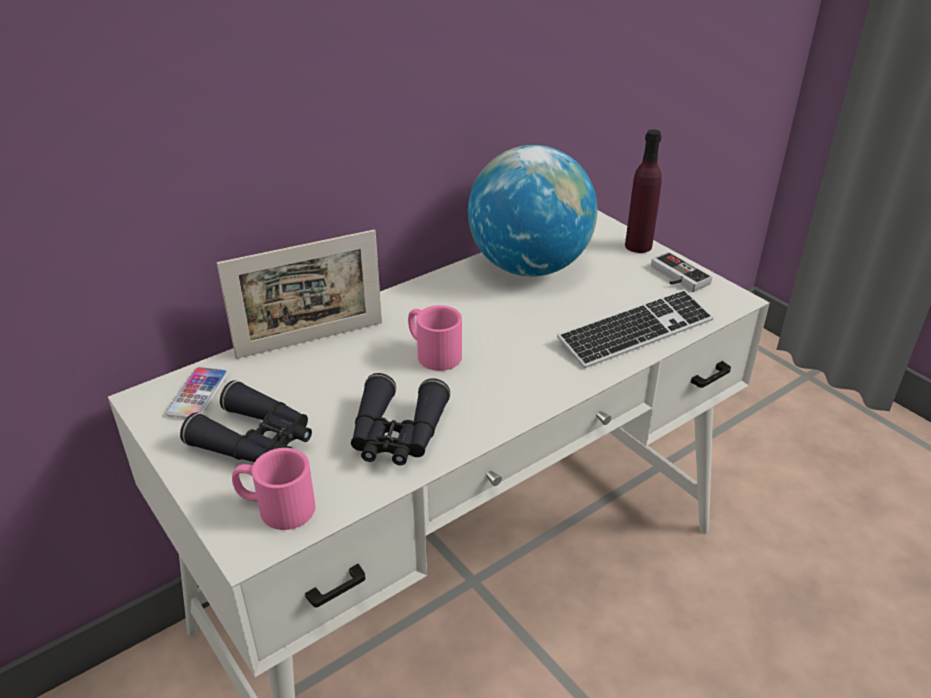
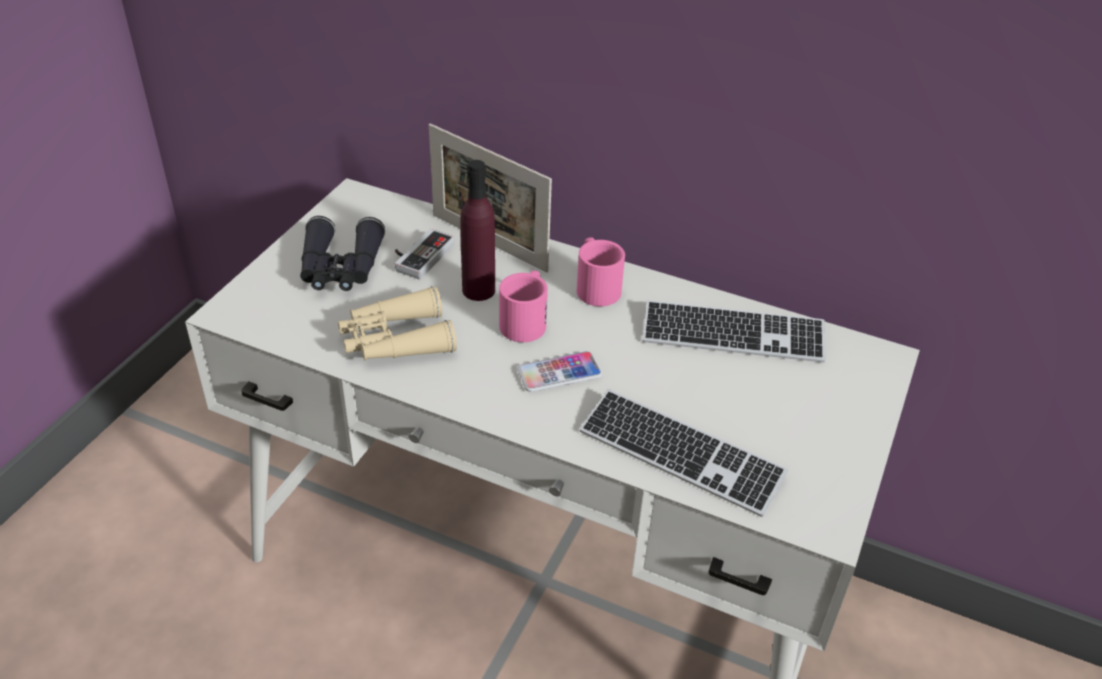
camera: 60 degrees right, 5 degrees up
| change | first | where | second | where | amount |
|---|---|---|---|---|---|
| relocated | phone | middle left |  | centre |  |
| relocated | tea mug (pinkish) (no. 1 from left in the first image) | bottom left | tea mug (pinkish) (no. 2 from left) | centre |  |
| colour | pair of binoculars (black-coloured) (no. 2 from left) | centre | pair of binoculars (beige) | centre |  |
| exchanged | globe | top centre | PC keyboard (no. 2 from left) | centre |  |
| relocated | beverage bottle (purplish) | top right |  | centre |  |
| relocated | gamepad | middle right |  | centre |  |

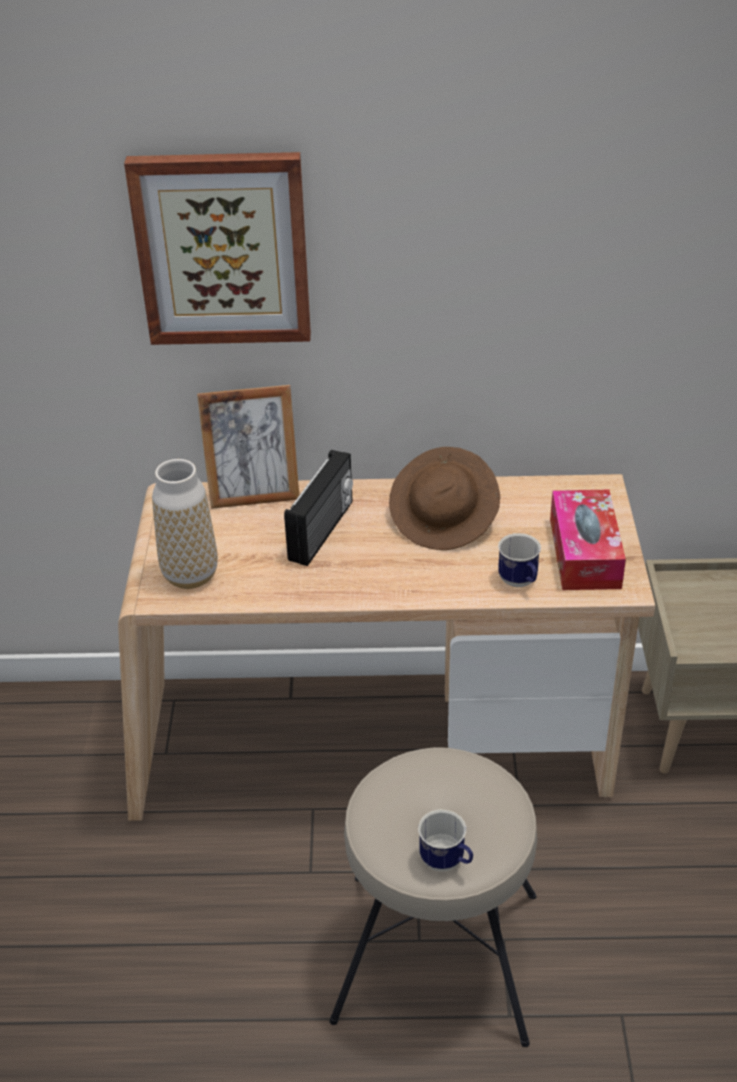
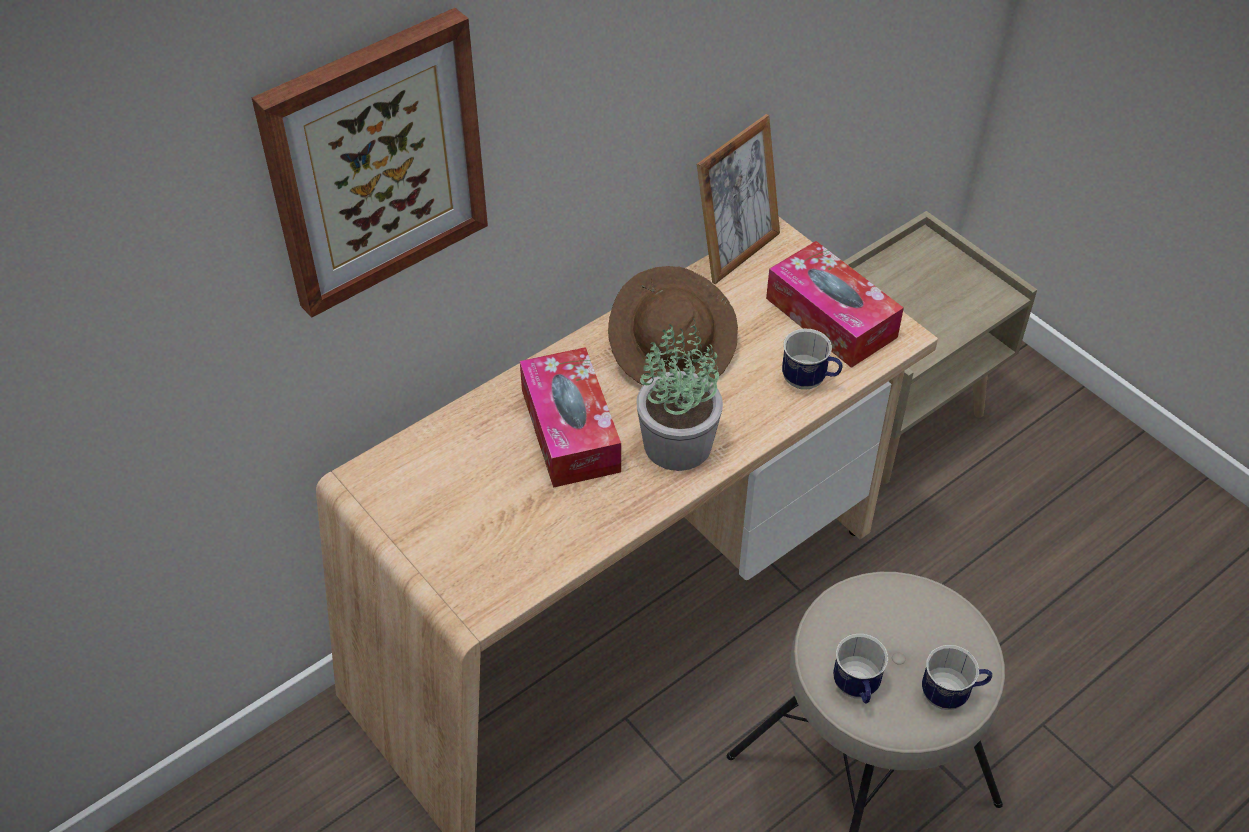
camera: 40 degrees left, 10 degrees up
| change | first | where | second | where | amount |
|---|---|---|---|---|---|
| missing | flower vase | middle left |  |  |  |
| relocated | picture frame | centre |  | top centre |  |
| exchanged | radio receiver | centre | box of tissues (no. 1 from left) | centre |  |
| appeared |  |  | potted plant | centre |  |
| appeared |  |  | tea mug (no. 2 from left) | bottom right |  |

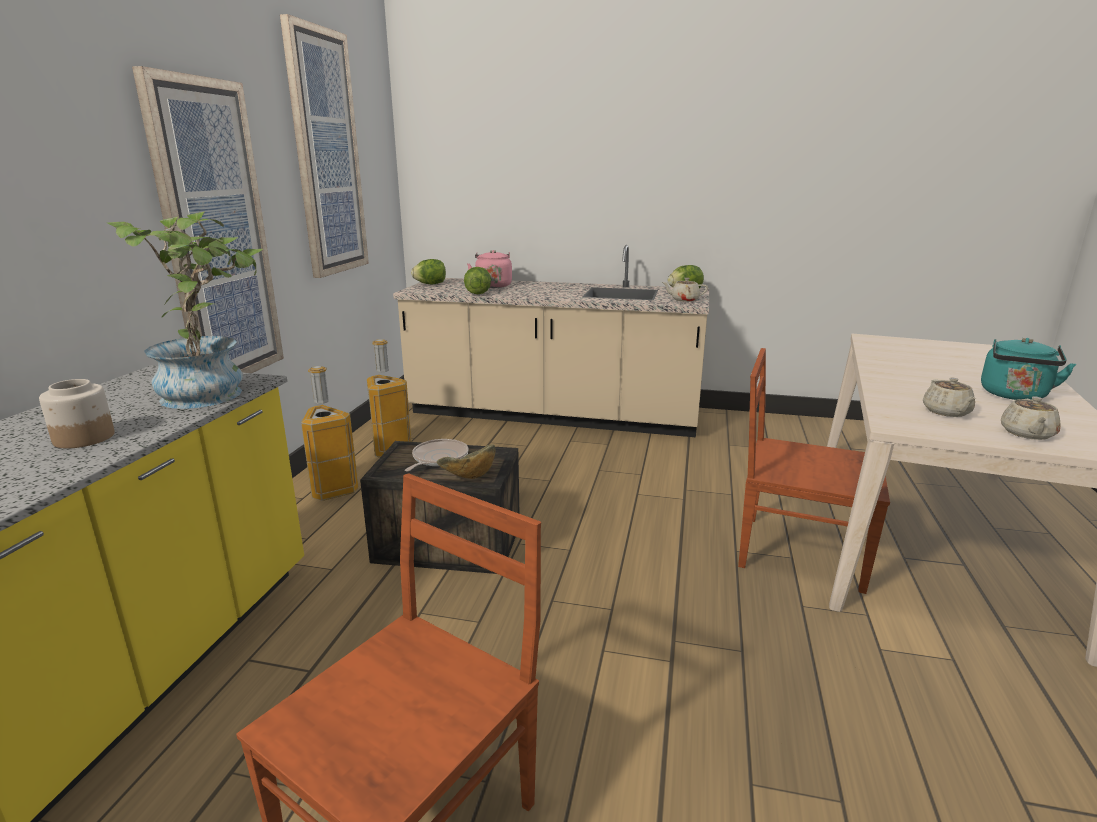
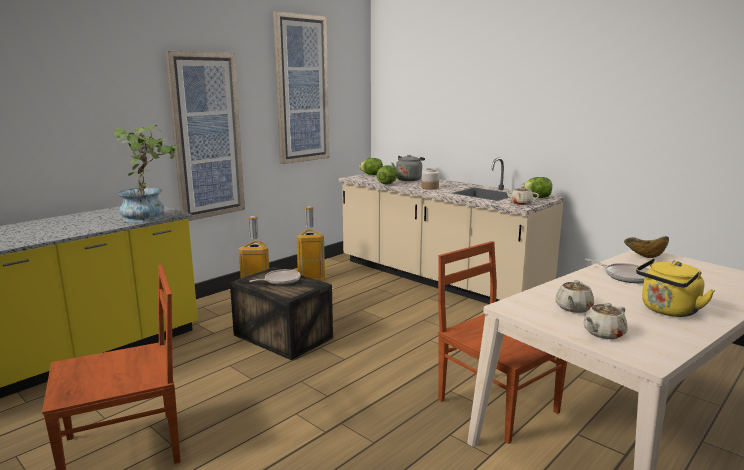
camera: 30 degrees right, 5 degrees down
| change | first | where | second | where | amount |
|---|---|---|---|---|---|
| relocated | preserve jar | middle left |  | centre |  |
| relocated | serving bowl | centre |  | middle right |  |
| colour | water kettle (pinkish) | top centre | water kettle (gray) | centre |  |
| colour | water kettle (blue-green) | middle right | water kettle (yellowish) | middle right |  |
| appeared |  |  | frying pan (no. 2 from left) | middle right |  |

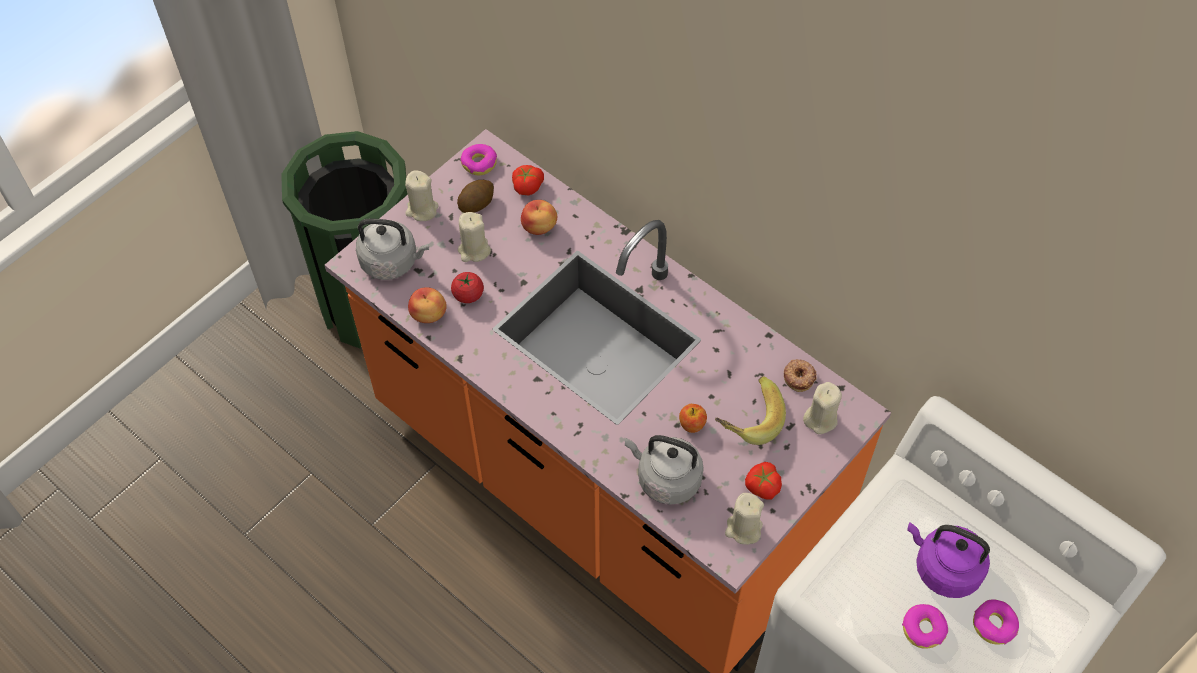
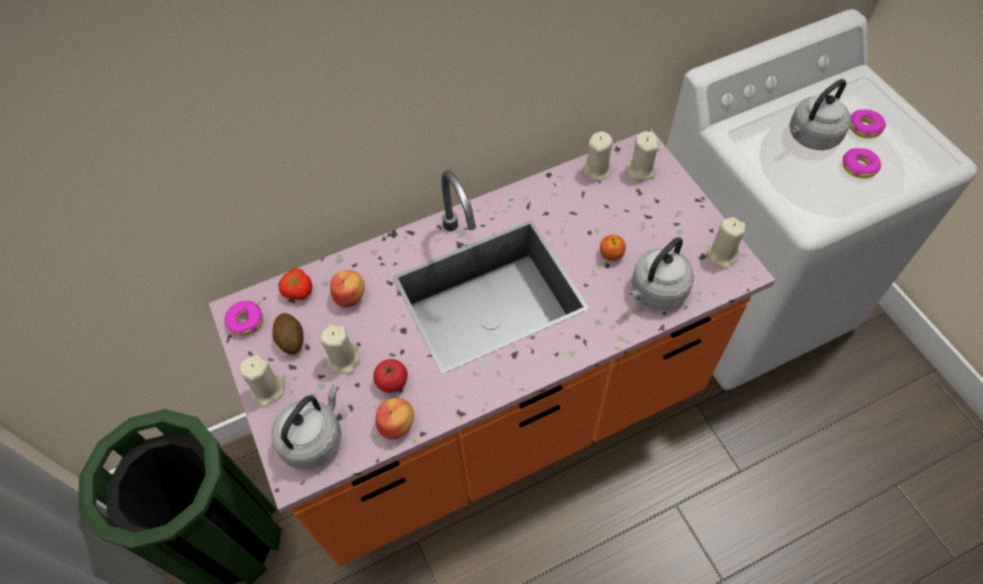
camera: 65 degrees left, 0 degrees up
| change | first | where | second | where | amount |
|---|---|---|---|---|---|
| missing | banana | centre |  |  |  |
| missing | whole tomato (no. 3 from left) | bottom centre |  |  |  |
| exchanged | doughnut (no. 2 from left) | middle right | wax candle (beige) (no. 3 from left) | top centre |  |
| colour | water kettle (purplish) | bottom right | water kettle (gray) (no. 3 from left) | top right |  |

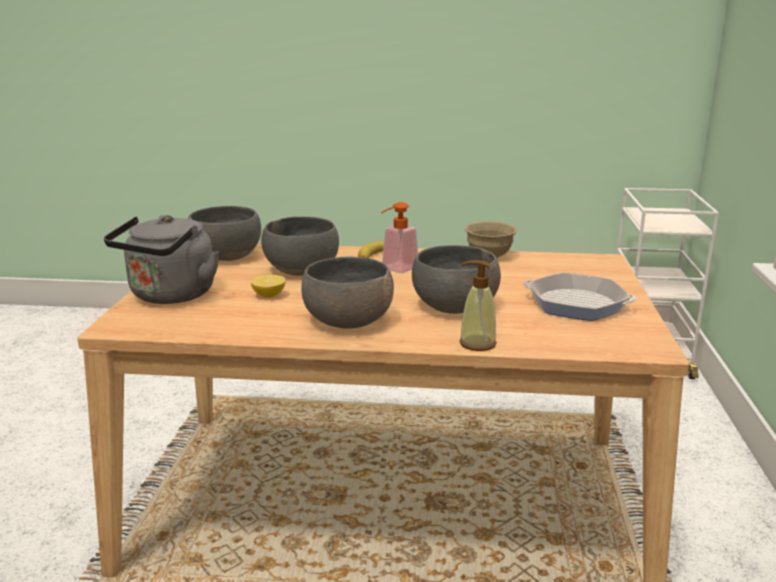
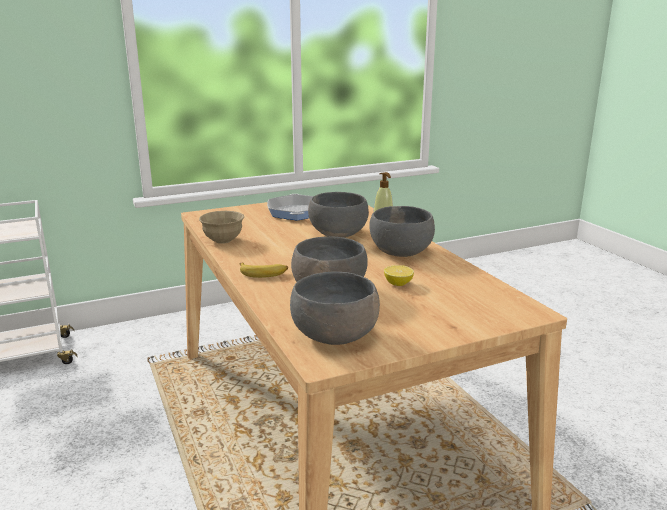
camera: 120 degrees left, 0 degrees up
| change | first | where | second | where | amount |
|---|---|---|---|---|---|
| missing | water kettle (gray) | middle left |  |  |  |
| missing | soap bottle (no. 1 from left) | centre |  |  |  |

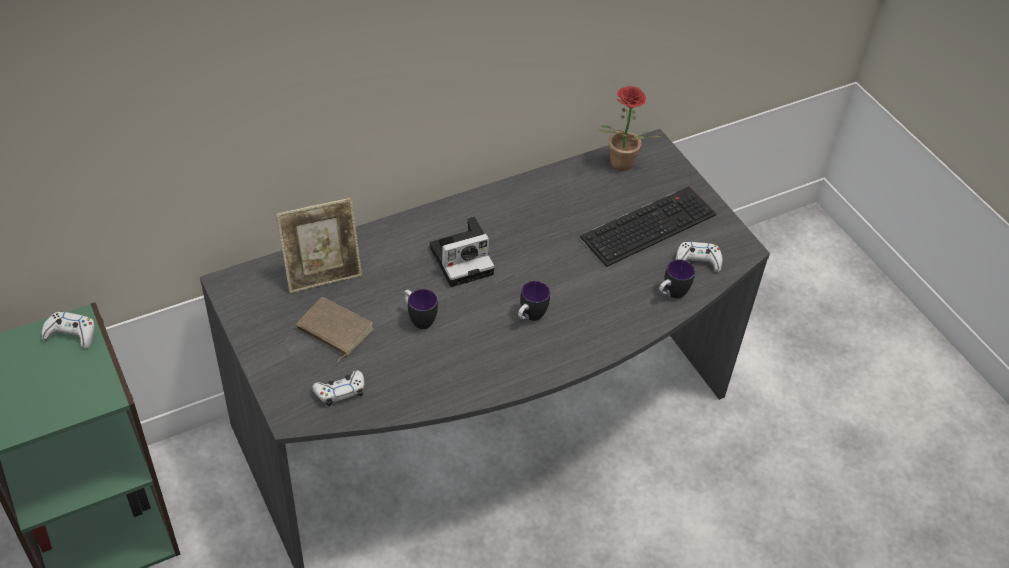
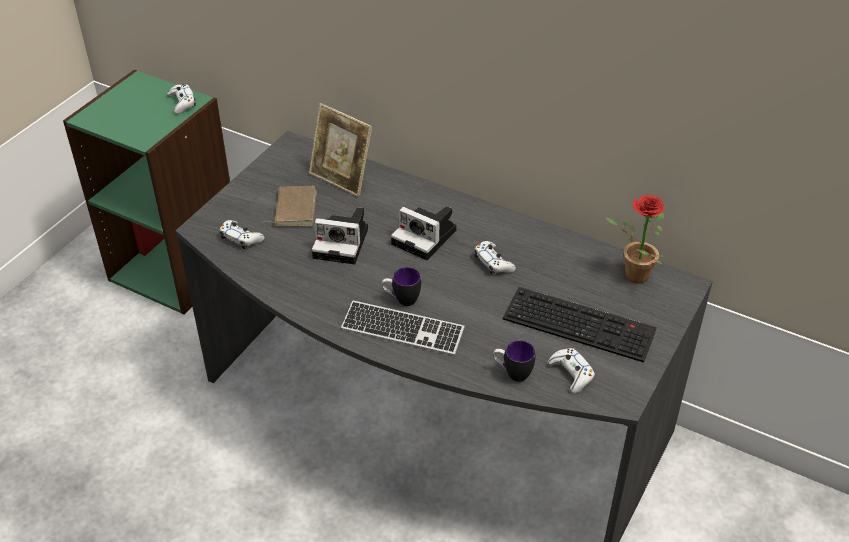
camera: 60 degrees right, 5 degrees down
| change | first | where | second | where | amount |
|---|---|---|---|---|---|
| exchanged | tea mug (no. 1 from left) | centre | photo camera (no. 1 from left) | centre |  |
| appeared |  |  | PC keyboard (no. 1 from left) | centre |  |
| appeared |  |  | gamepad (white) (no. 3 from left) | centre |  |

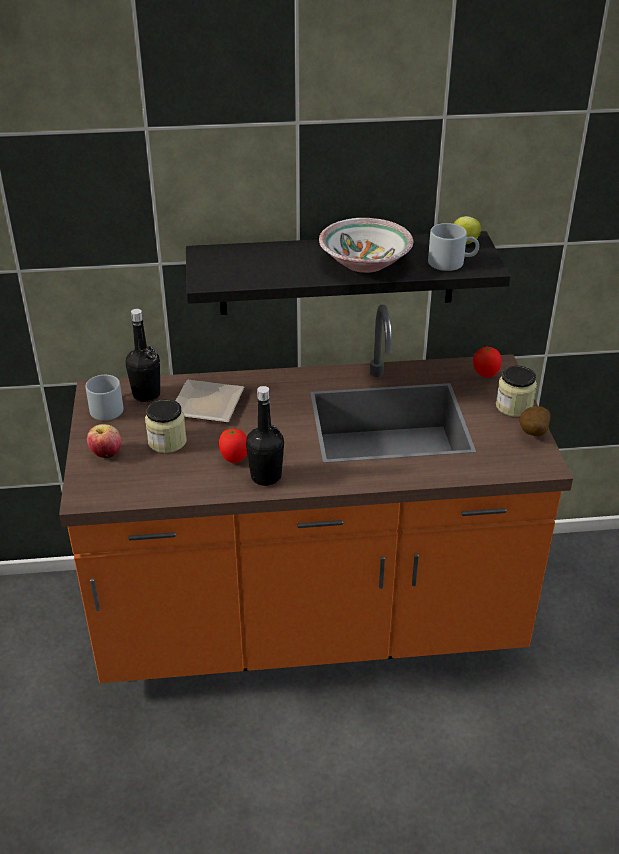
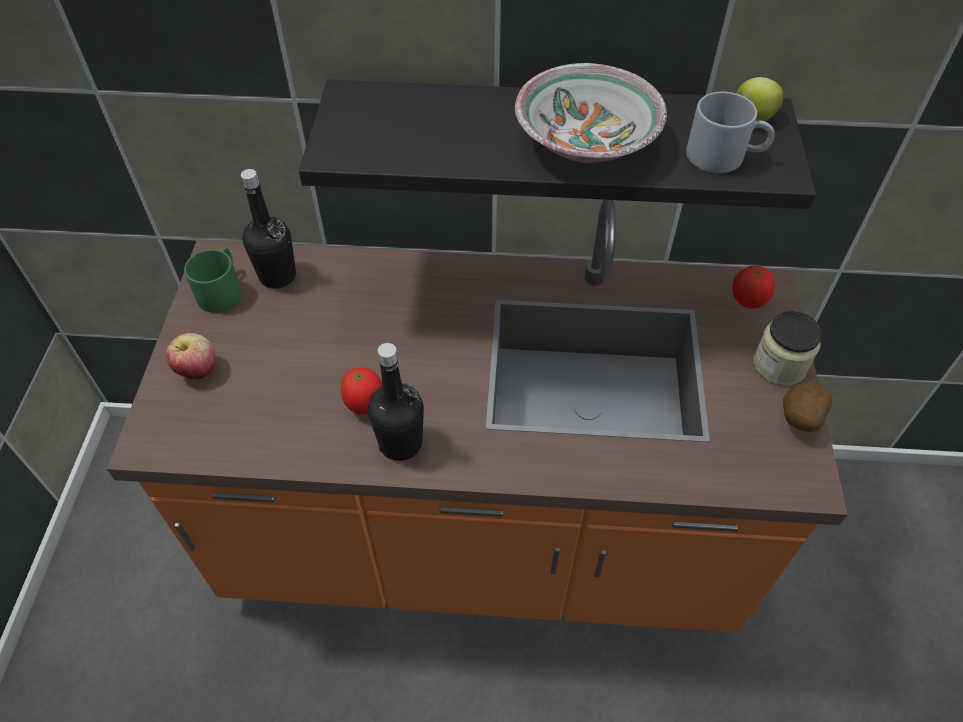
camera: 10 degrees right, 15 degrees up
| change | first | where | second | where | amount |
|---|---|---|---|---|---|
| colour | tea mug (gray) (no. 1 from left) | middle left | tea mug (green) | middle left |  |
| missing | preserve jar (no. 1 from left) | middle left |  |  |  |
| missing | plate | centre |  |  |  |

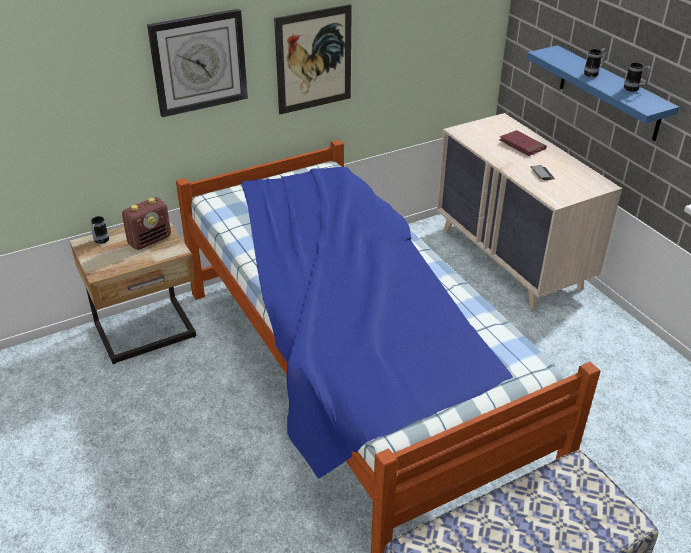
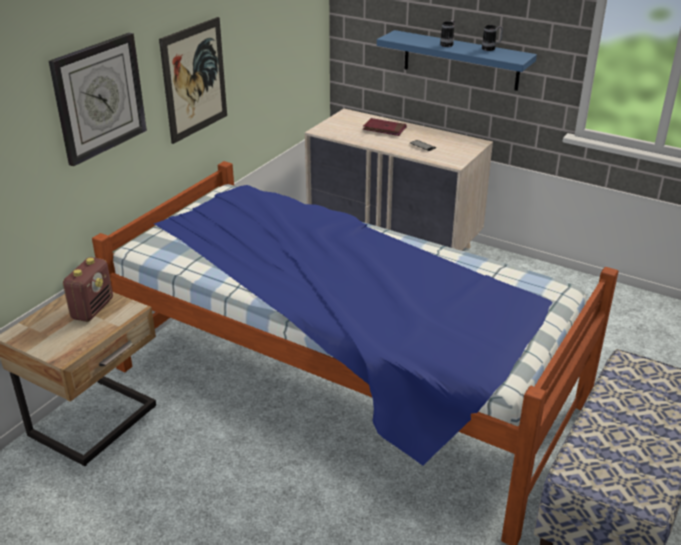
camera: 30 degrees left, 5 degrees down
| change | first | where | second | where | amount |
|---|---|---|---|---|---|
| missing | tea mug (no. 1 from left) | middle left |  |  |  |

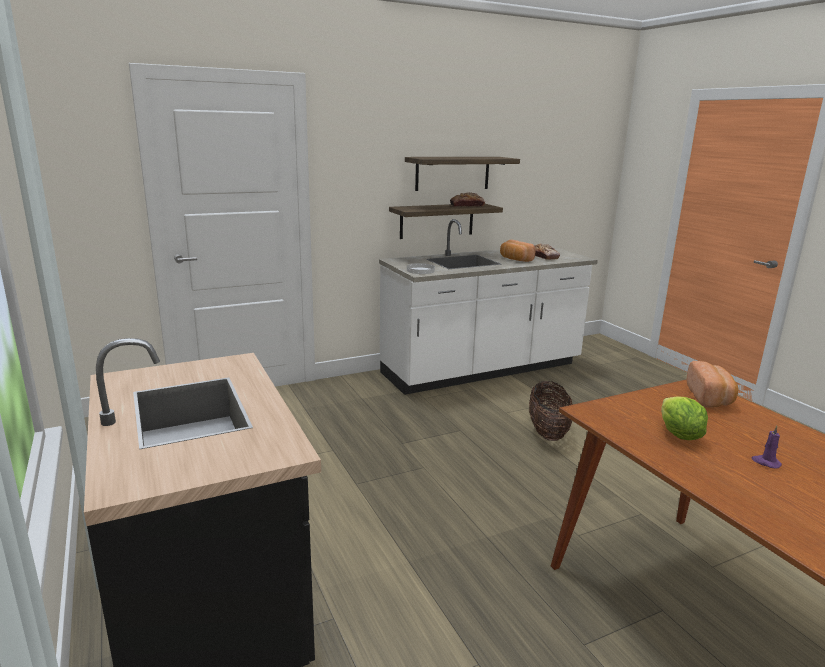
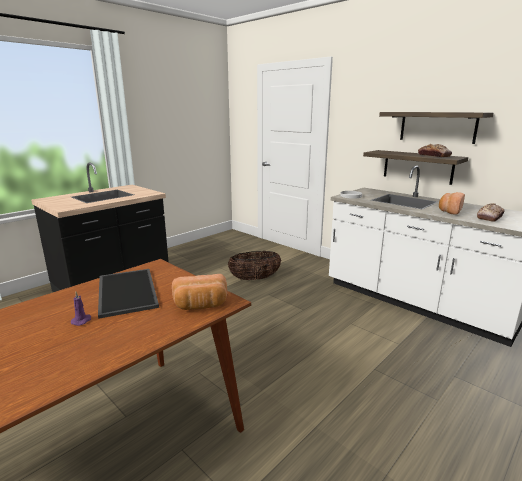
camera: 70 degrees right, 0 degrees up
| change | first | where | second | where | amount |
|---|---|---|---|---|---|
| relocated | storage basket | middle right |  | centre |  |
| exchanged | lettuce | middle right | serving tray | middle left |  |

